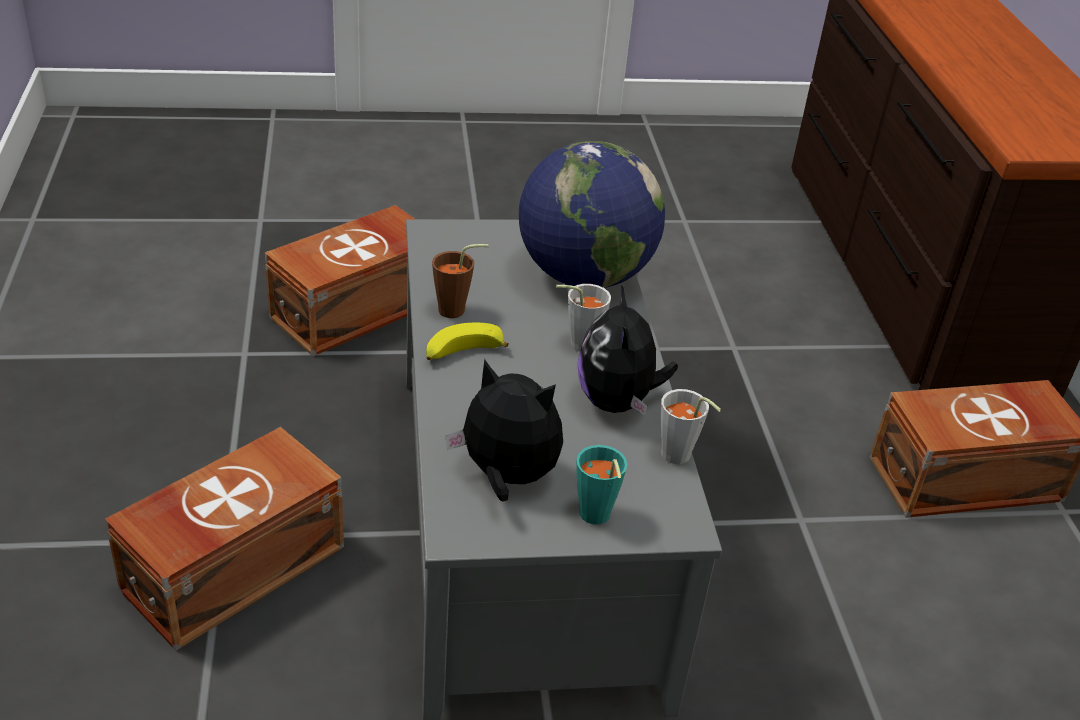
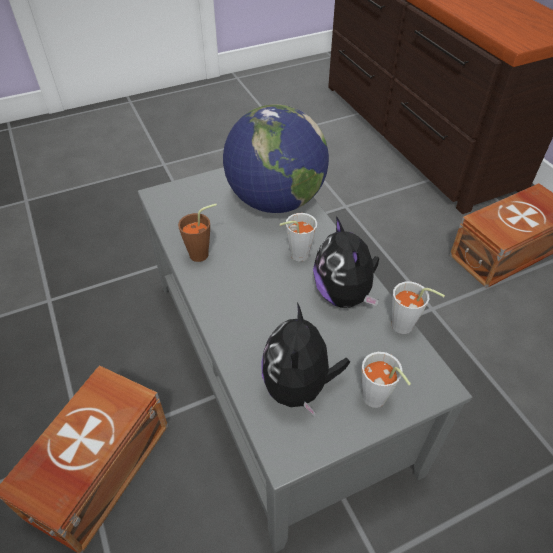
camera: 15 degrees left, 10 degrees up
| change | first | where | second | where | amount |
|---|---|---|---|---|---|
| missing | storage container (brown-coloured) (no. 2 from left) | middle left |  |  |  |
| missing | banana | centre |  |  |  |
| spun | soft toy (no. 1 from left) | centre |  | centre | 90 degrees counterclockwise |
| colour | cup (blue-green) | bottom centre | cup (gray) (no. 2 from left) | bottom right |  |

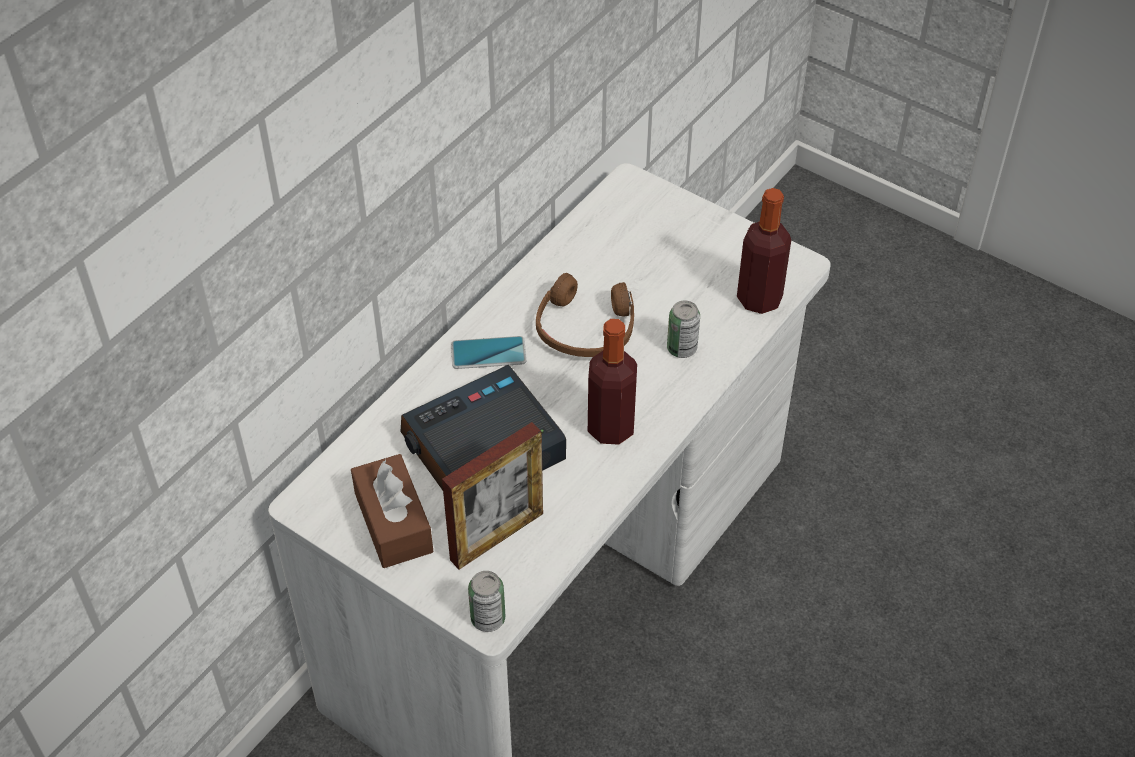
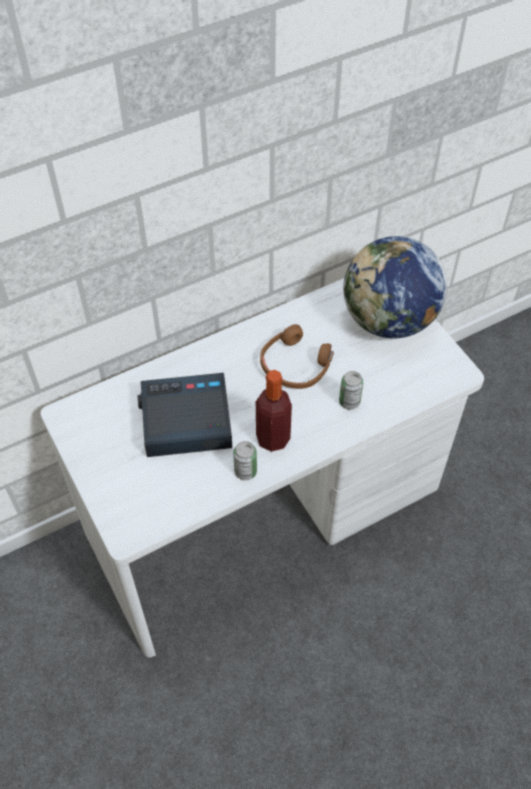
camera: 25 degrees right, 5 degrees up
| change | first | where | second | where | amount |
|---|---|---|---|---|---|
| missing | box of tissues (brown-coloured) | bottom centre |  |  |  |
| missing | picture frame | centre |  |  |  |
| missing | phone | centre |  |  |  |
| relocated | can (no. 1 from left) | bottom centre |  | centre |  |
| missing | beverage bottle (no. 2 from left) | top right |  |  |  |
| appeared |  |  | globe | middle right |  |

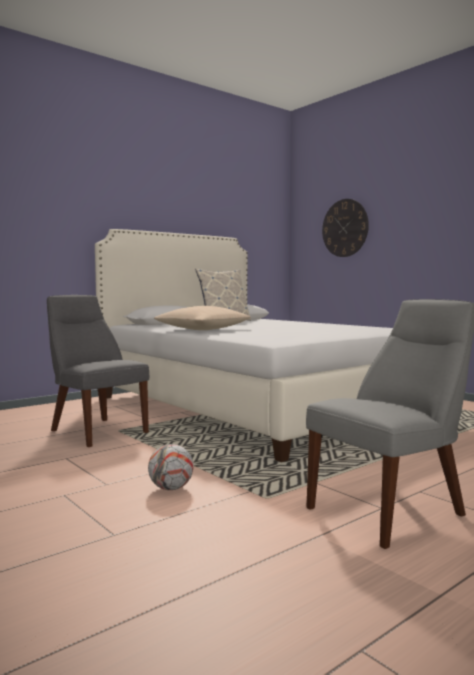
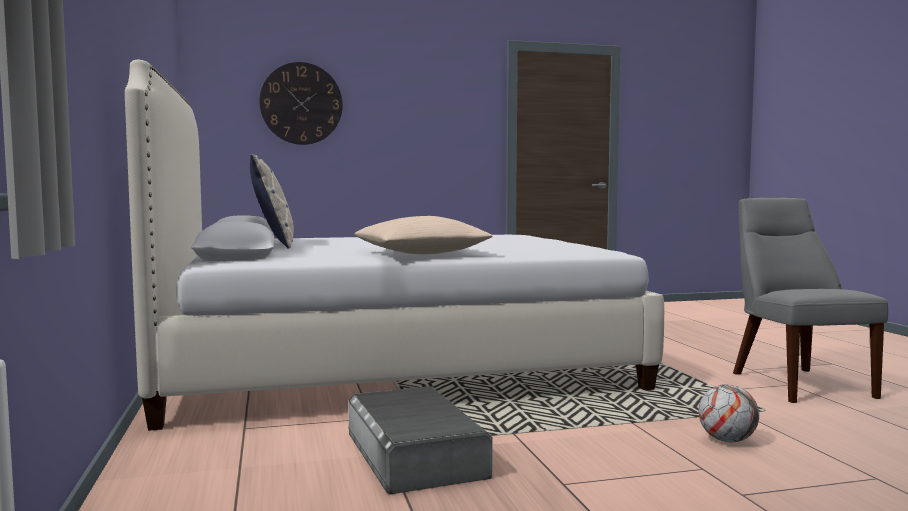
camera: 65 degrees left, 0 degrees up
| change | first | where | second | where | amount |
|---|---|---|---|---|---|
| exchanged | chair (gray) (no. 1 from left) | middle left | storage container (gray) | bottom centre |  |

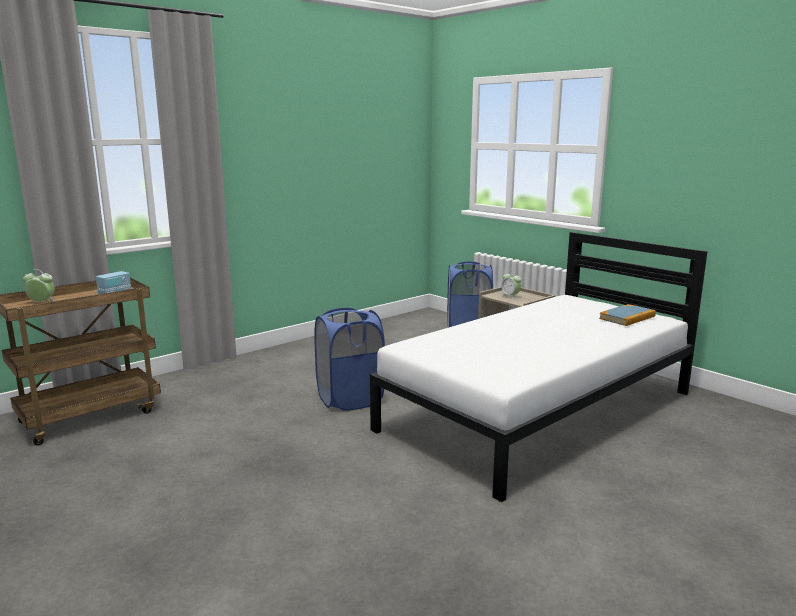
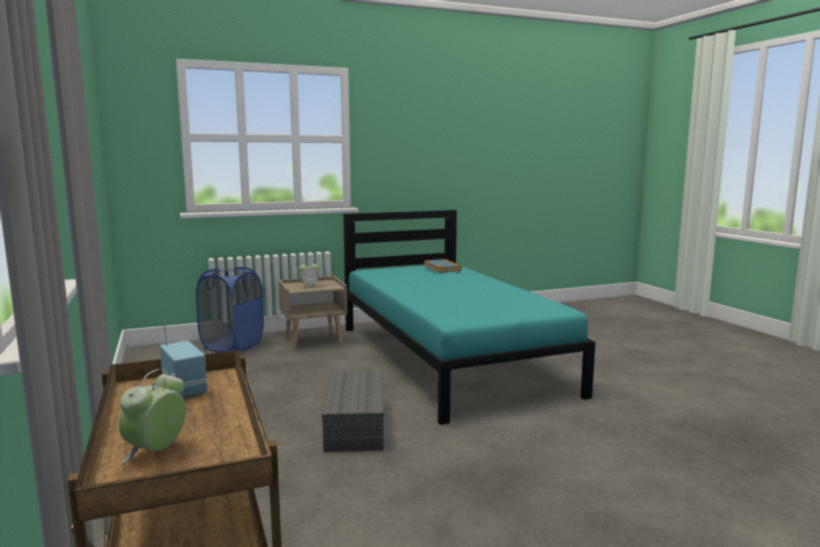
camera: 70 degrees left, 5 degrees down
| change | first | where | second | where | amount |
|---|---|---|---|---|---|
| exchanged | hamper (blue-coloured) (no. 1 from left) | centre | storage container (gray) | bottom centre |  |
| colour | bedroom bed (white) | middle right | bedroom bed (blue-green) | centre |  |

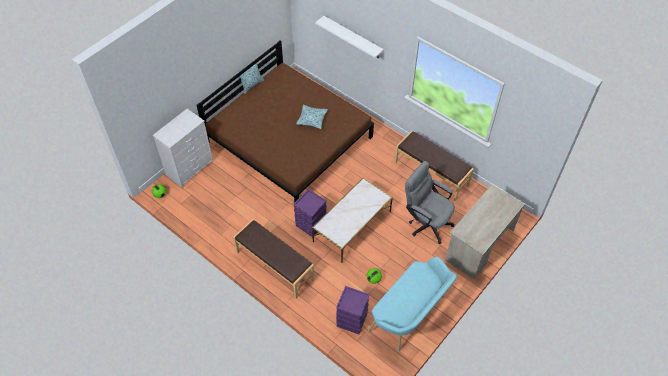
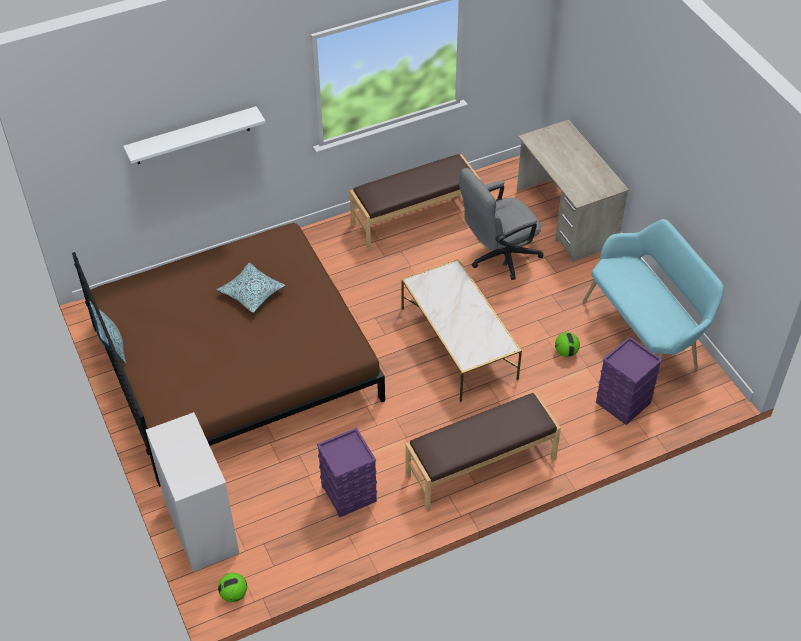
camera: 65 degrees left, 5 degrees down
| change | first | where | second | where | amount |
|---|---|---|---|---|---|
| relocated | storage container (purplish) (no. 1 from left) | centre |  | bottom centre |  |

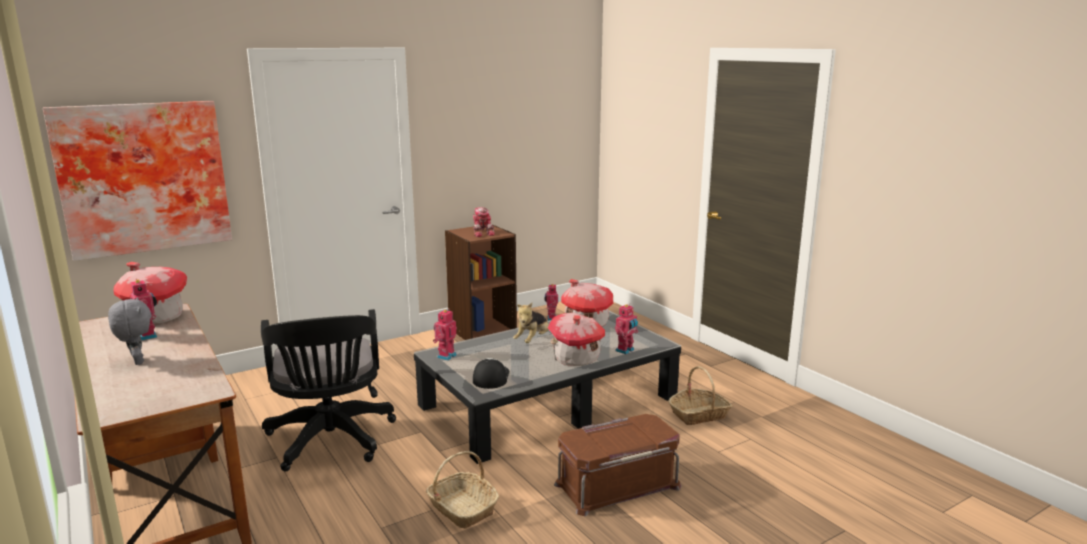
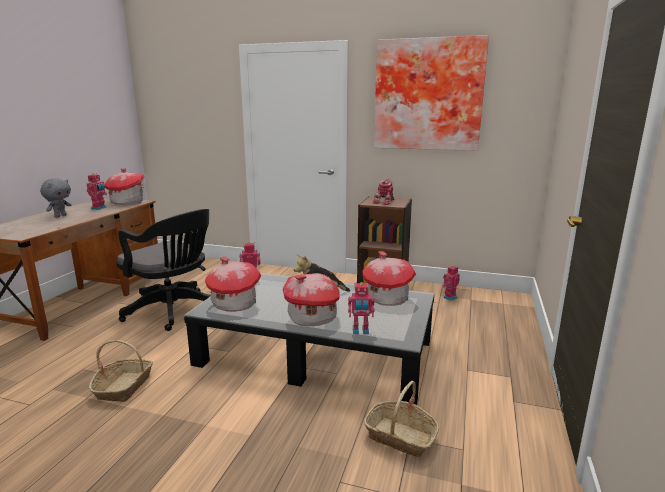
camera: 50 degrees right, 0 degrees up
| change | first | where | second | where | amount |
|---|---|---|---|---|---|
| relocated | wall picture | top left |  | top centre |  |
| spun | office chair (black-coloured) | bottom left |  | middle left | 90 degrees counterclockwise |
| exchanged | cap | bottom centre | toy house (no. 2 from left) | centre |  |
| missing | storage container (brown-coloured) | bottom centre |  |  |  |

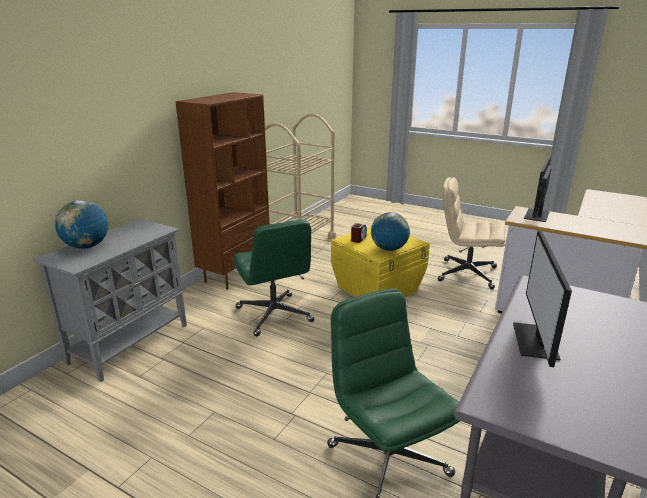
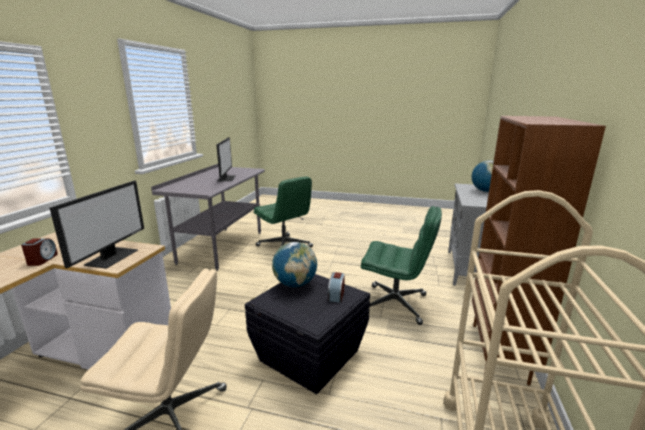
camera: 165 degrees right, 5 degrees down
| change | first | where | second | where | amount |
|---|---|---|---|---|---|
| spun | office chair (green) (no. 1 from left in the first image) | centre | office chair (green) (no. 2 from left) | centre | 150 degrees clockwise |
| colour | storage container (yellowish) | centre | storage container (black-coloured) | bottom centre |  |
| appeared |  |  | table clock (no. 1 from left) | middle left |  |

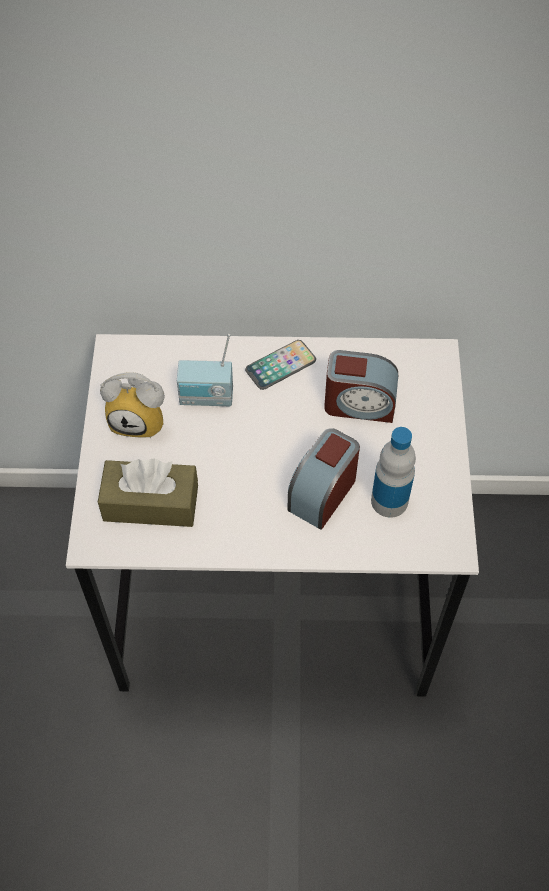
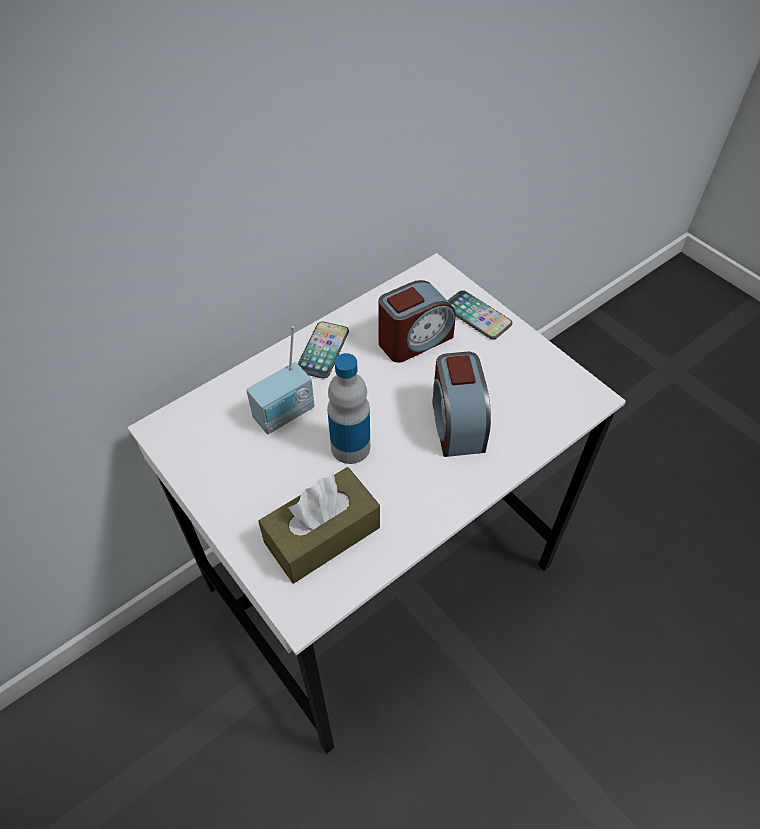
camera: 40 degrees left, 5 degrees down
| change | first | where | second | where | amount |
|---|---|---|---|---|---|
| missing | table clock (no. 1 from left) | middle left |  |  |  |
| relocated | beverage bottle | middle right |  | centre |  |
| appeared |  |  | phone (no. 2 from left) | centre |  |

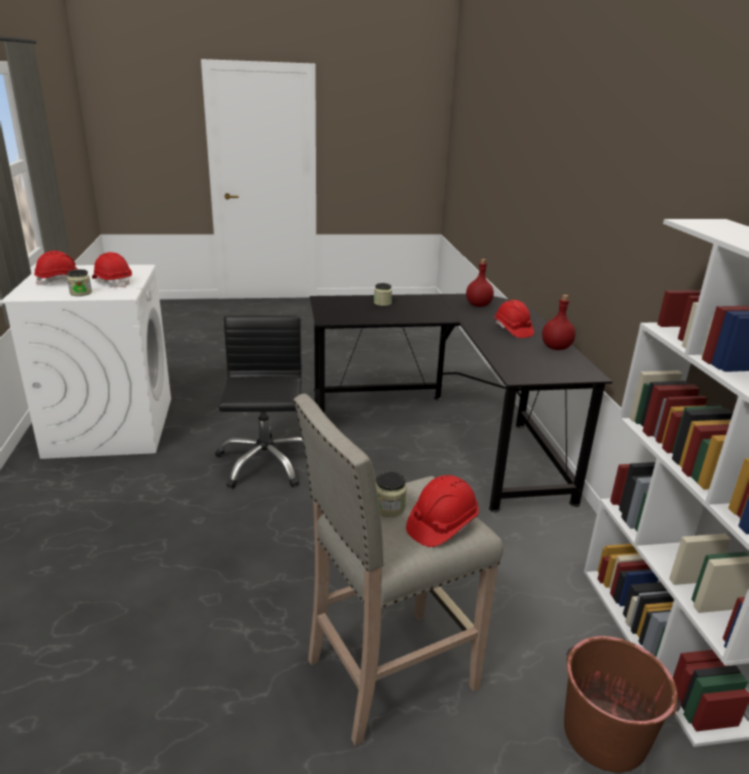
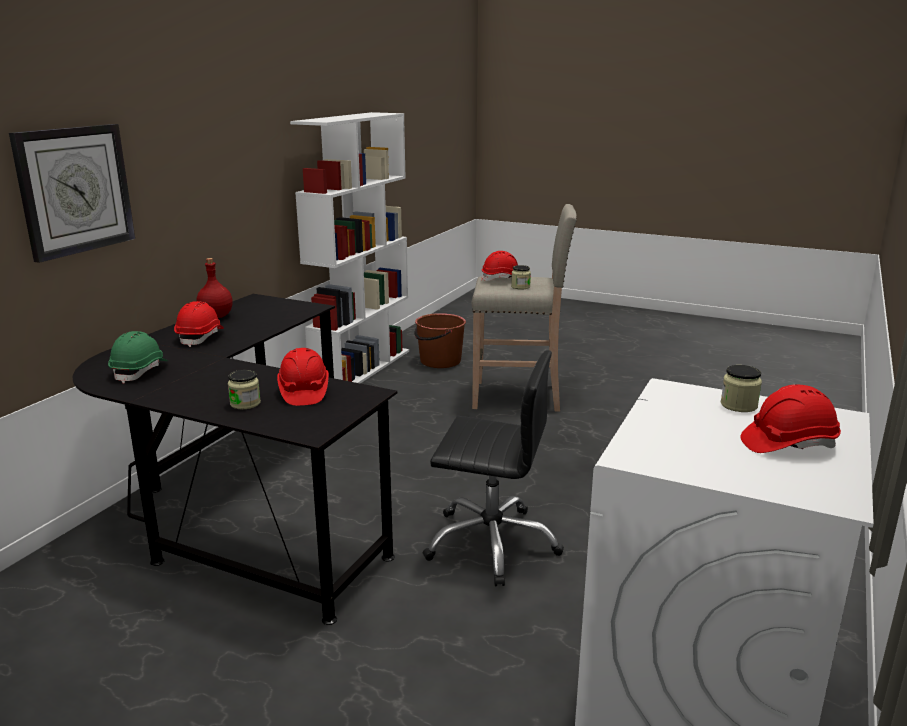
camera: 145 degrees left, 5 degrees down
| change | first | where | second | where | amount |
|---|---|---|---|---|---|
| relocated | work helmet (red) (no. 2 from left) | middle left |  | centre |  |
| spun | office chair (black-coloured) | centre |  | centre | 105 degrees counterclockwise |
| exchanged | beverage bottle (red) (no. 1 from left) | centre | work helmet (green) | middle left |  |
| appeared |  |  | wall clock | top left |  |

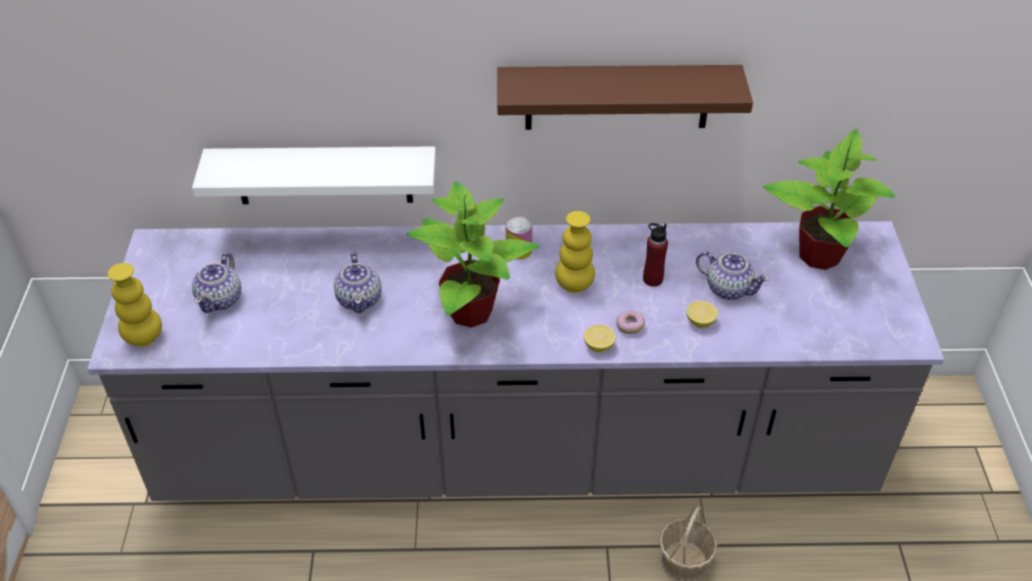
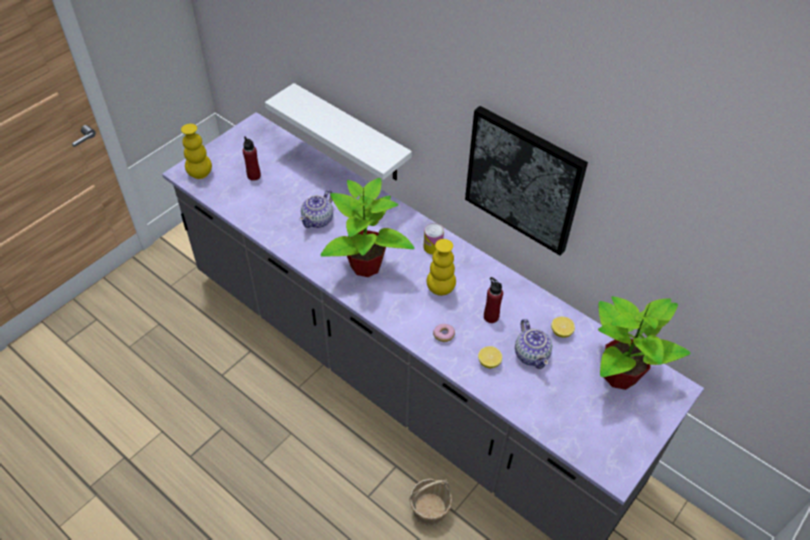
camera: 40 degrees right, 5 degrees up
| change | first | where | second | where | amount |
|---|---|---|---|---|---|
| exchanged | pot for tea (no. 1 from left) | middle left | beverage bottle (red) (no. 1 from left) | top left |  |
| exchanged | shelf (brown-coloured) | top centre | wall picture | centre |  |
| relocated | lemon (no. 1 from left in the first image) | centre | lemon (no. 2 from left) | middle right |  |

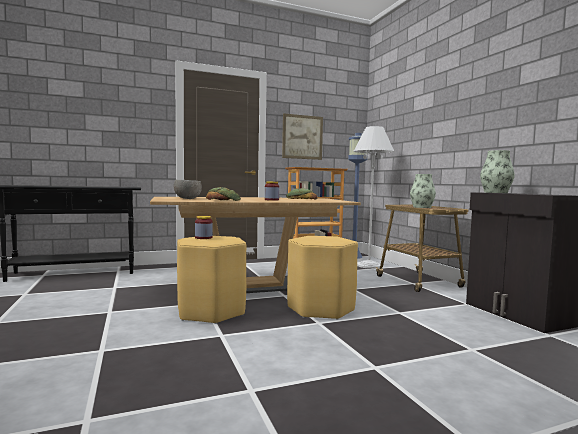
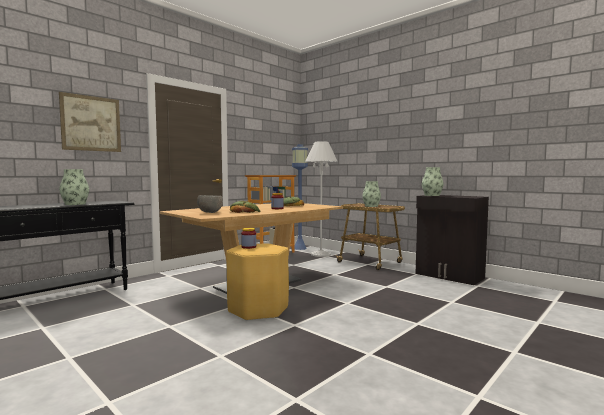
camera: 25 degrees left, 0 degrees up
| change | first | where | second | where | amount |
|---|---|---|---|---|---|
| relocated | wall picture | top centre |  | top left |  |
| missing | stool seat (yellowish) (no. 2 from left) | centre |  |  |  |
| appeared |  |  | flower vase (no. 1 from left) | middle left |  |

